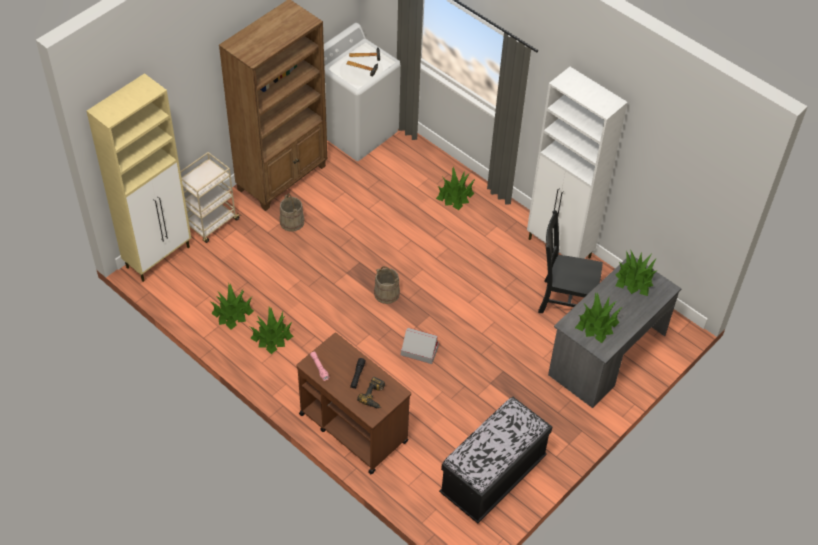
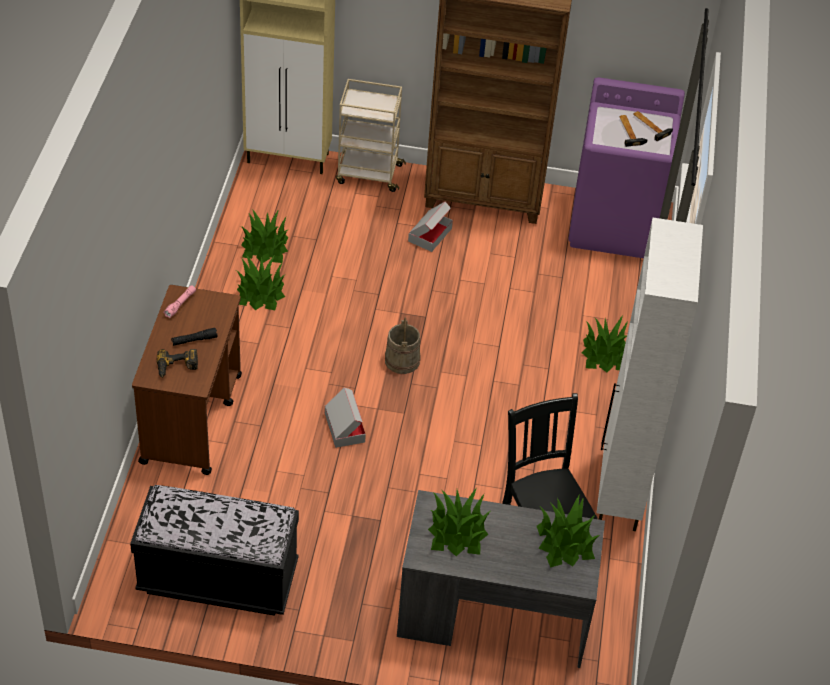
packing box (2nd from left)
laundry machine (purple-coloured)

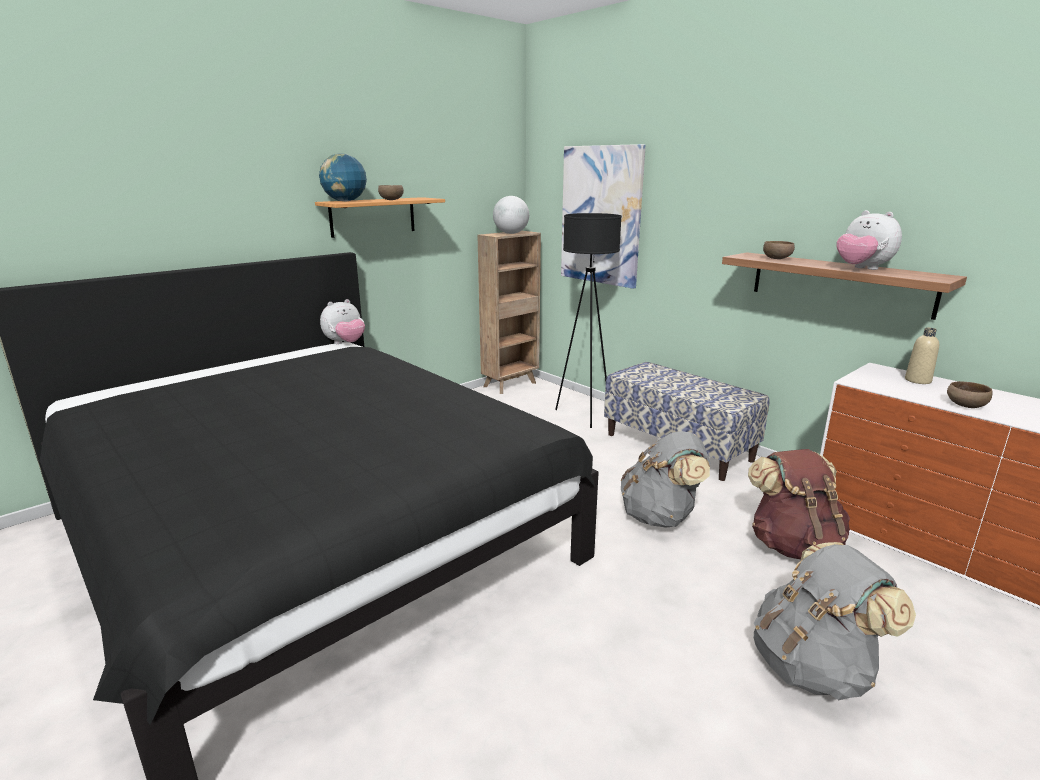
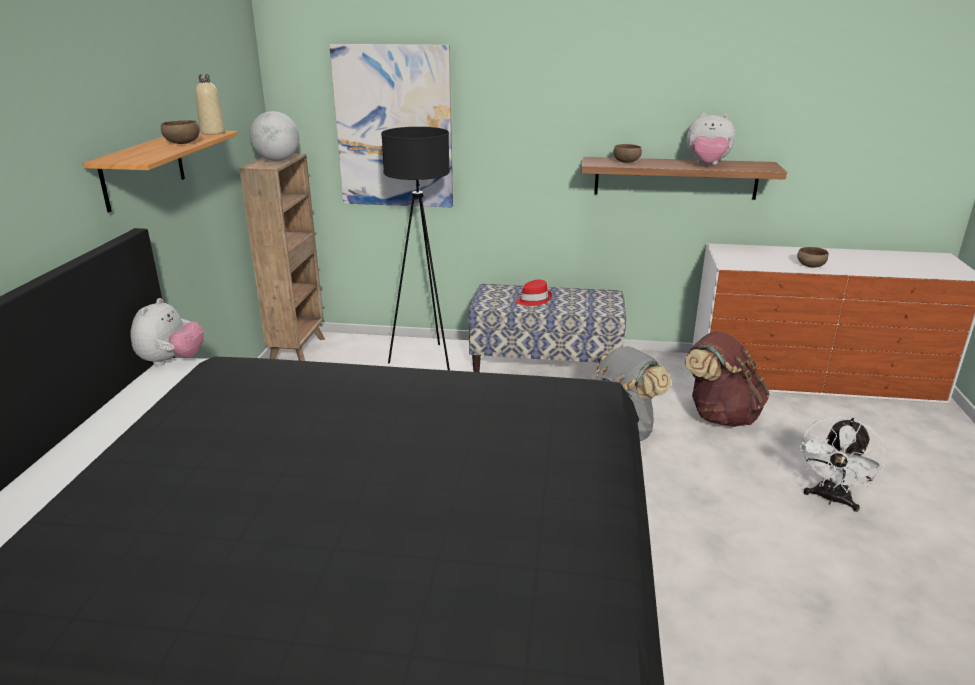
bottle (sand-coloured)
clothing hat (reddish)
cooling fan (white-coloured)
globe (1st from left in the first image)

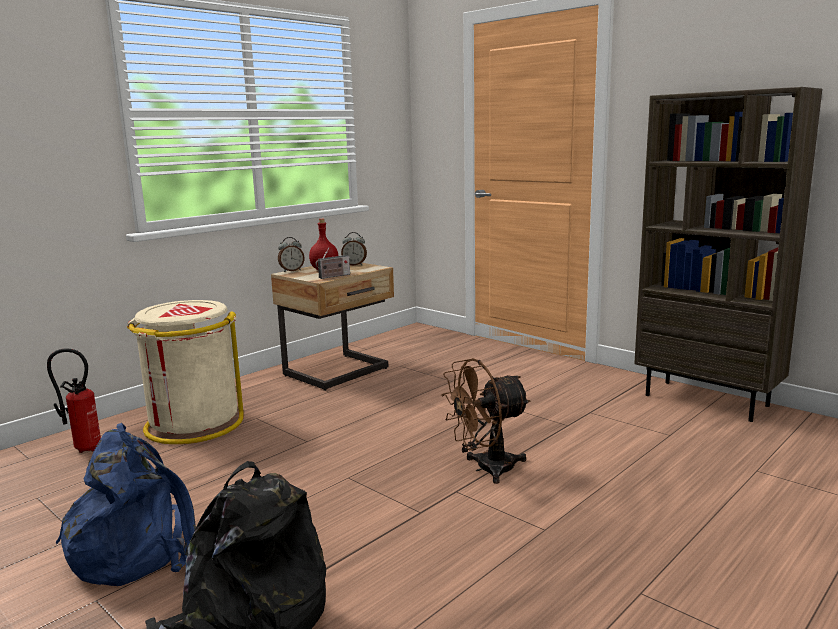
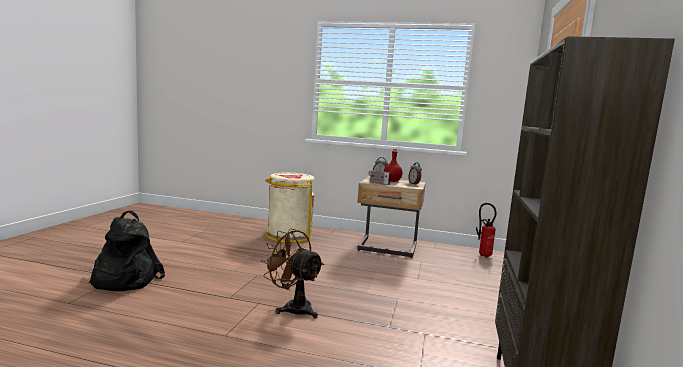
fire extinguisher
rucksack (bluish)

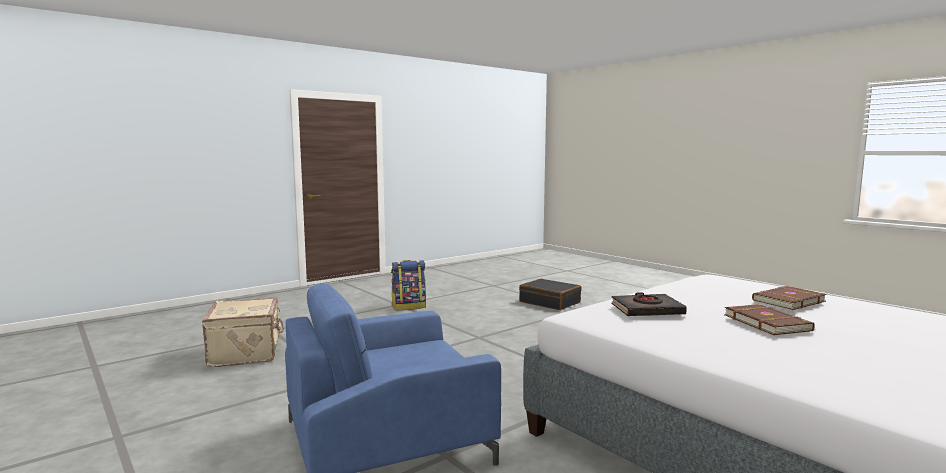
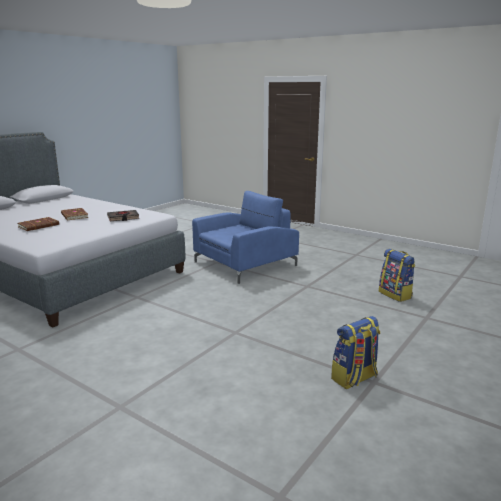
rucksack (2nd from left)
travel case (black-coloured)

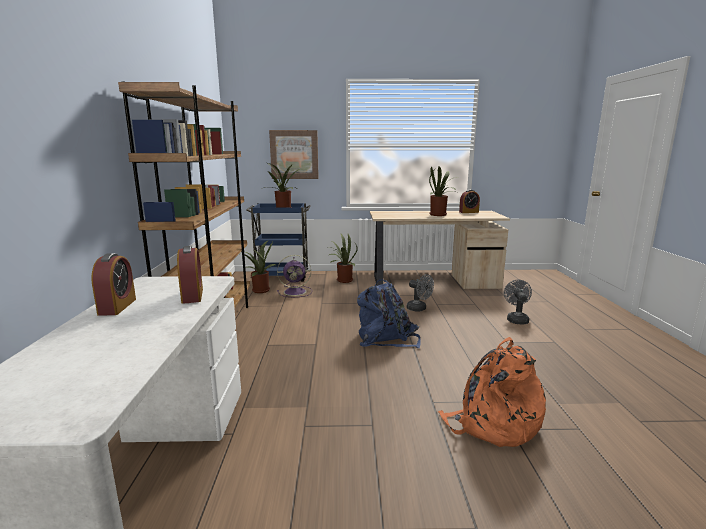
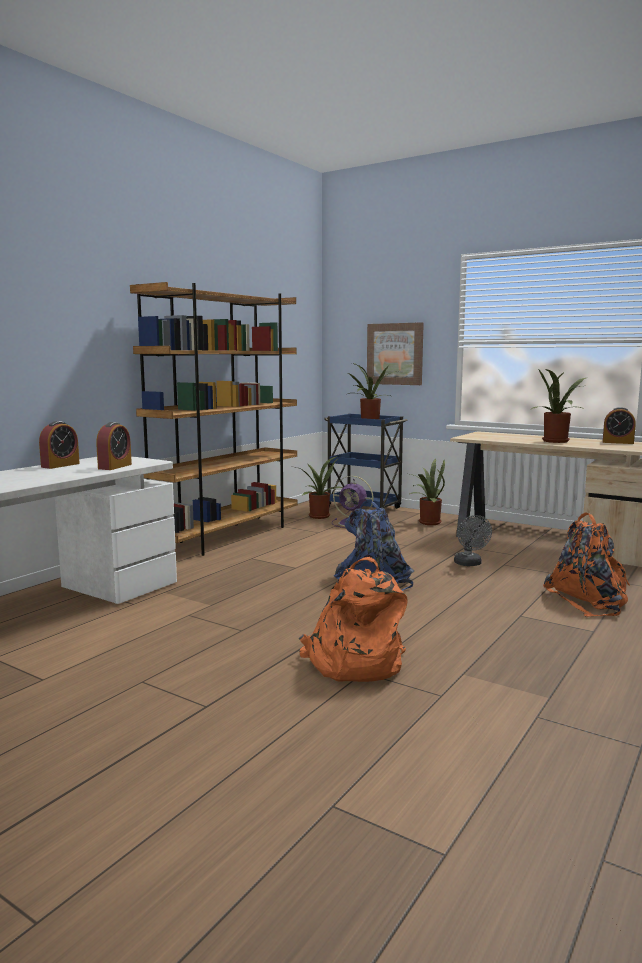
rucksack (orangey) (2nd from left)

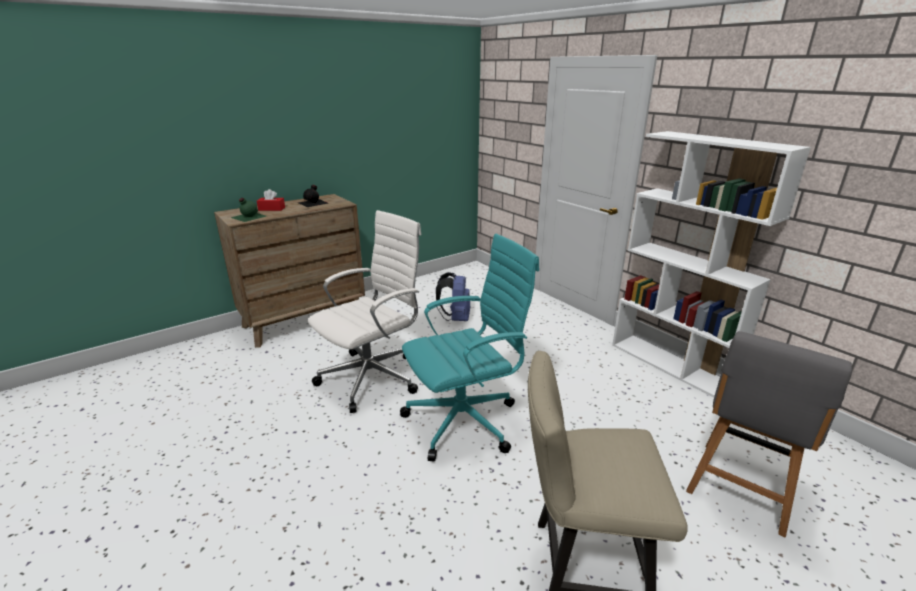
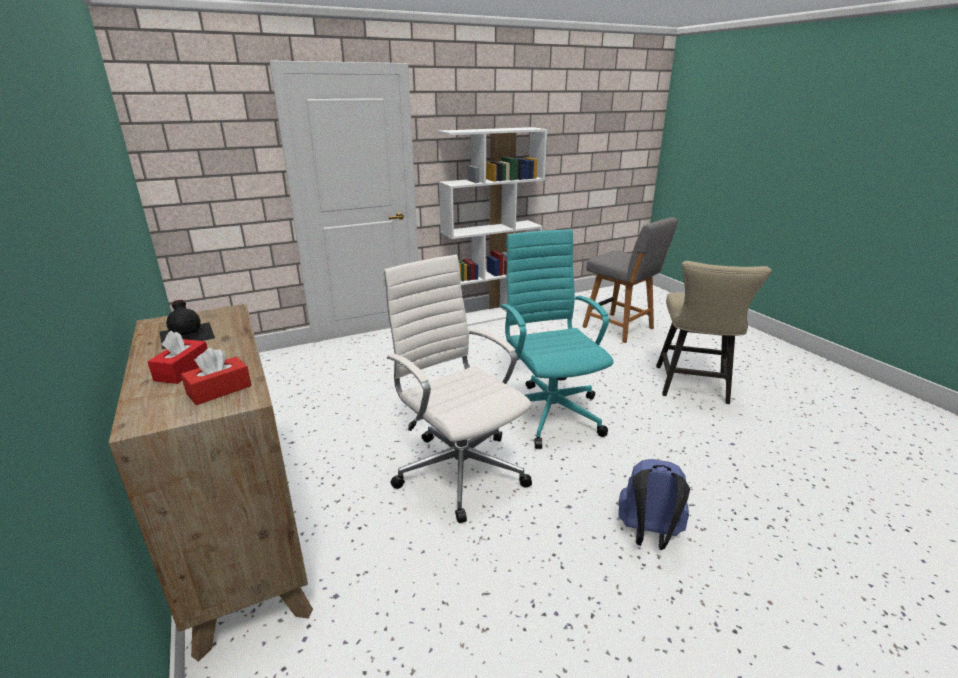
box of tissues (reddish) (2nd from left)
rucksack (bluish)

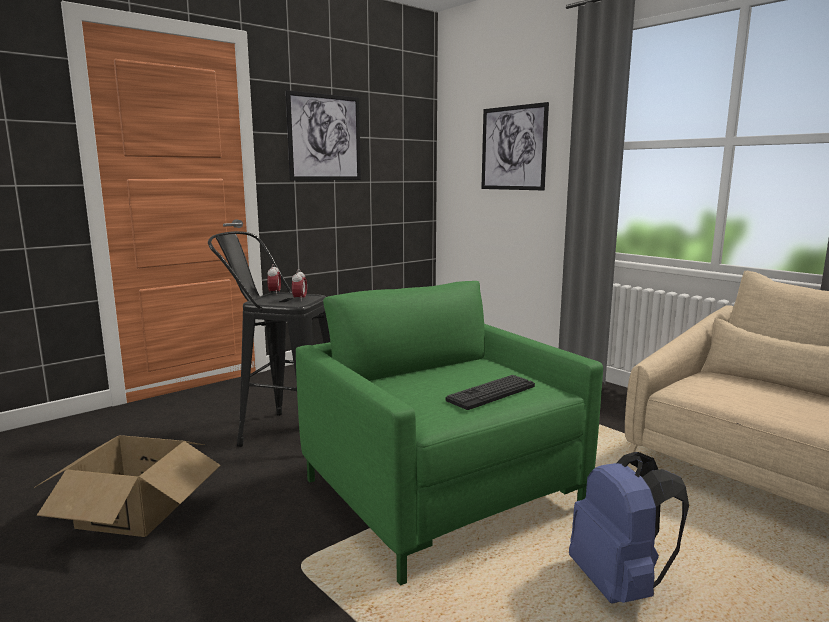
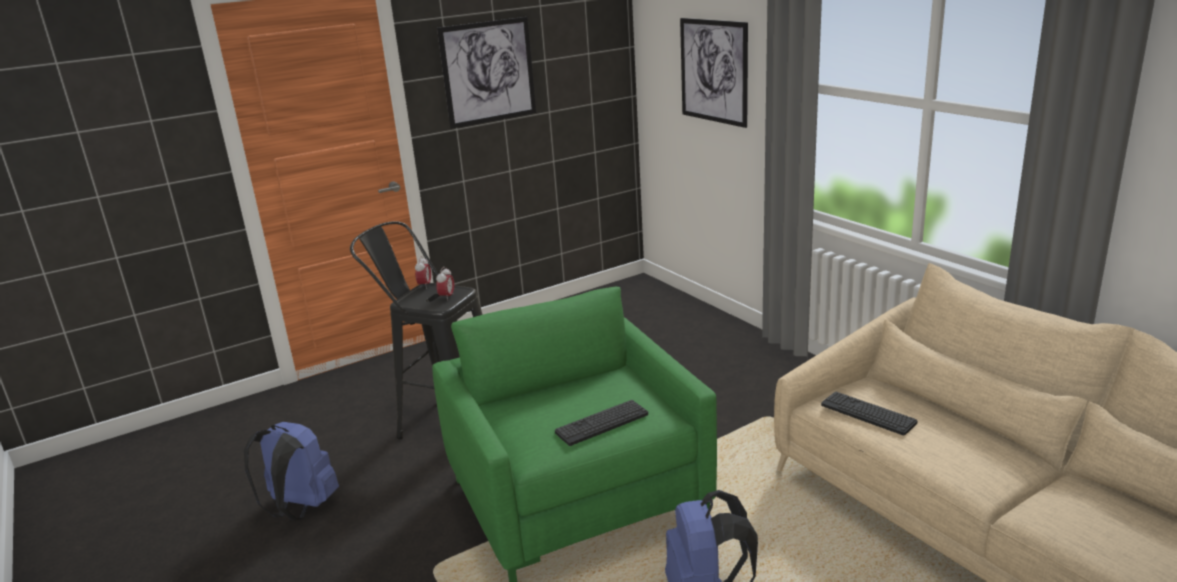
rucksack (bluish) (1st from left)
keyboard (2nd from left)

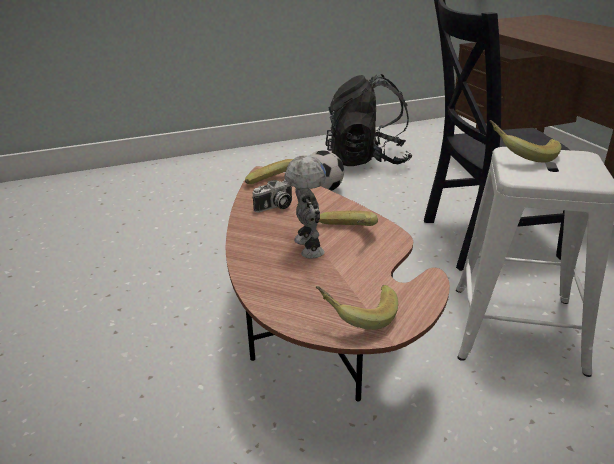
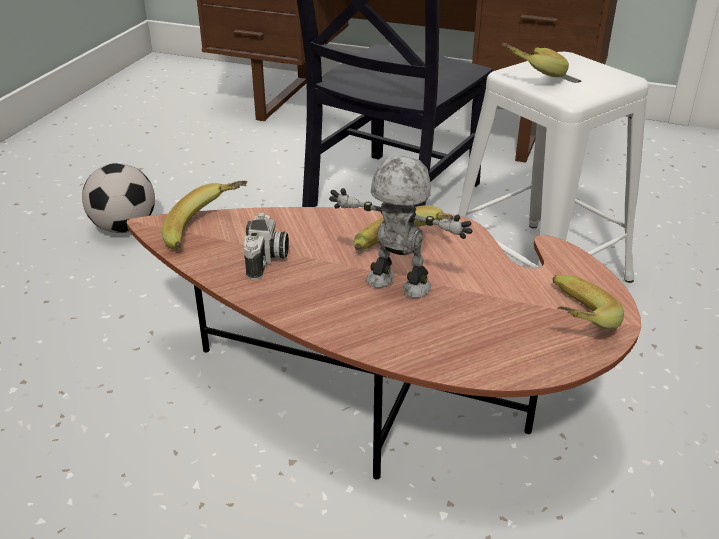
rucksack (black-coloured)

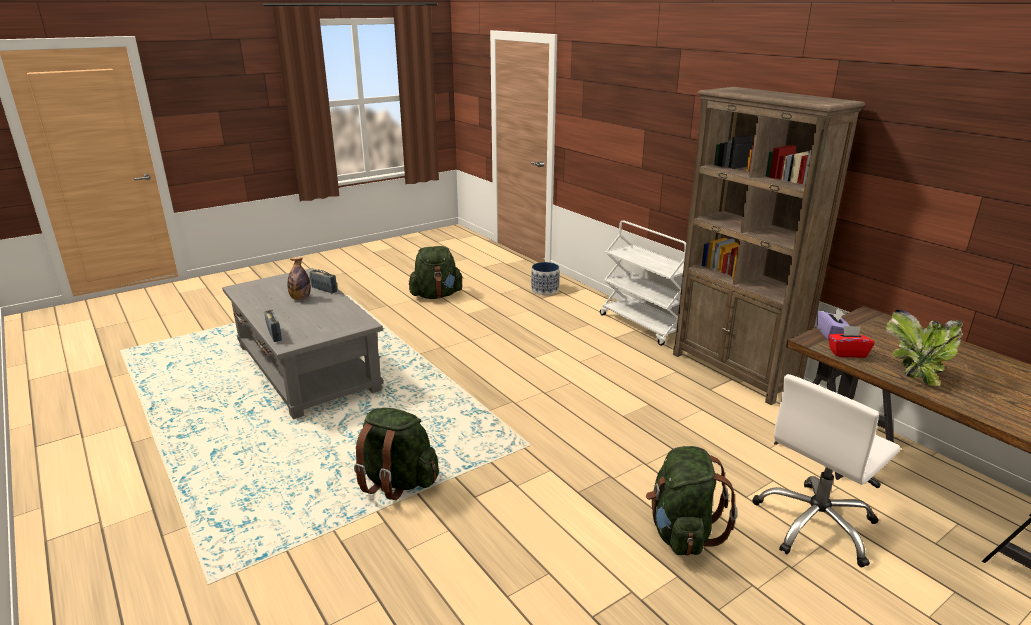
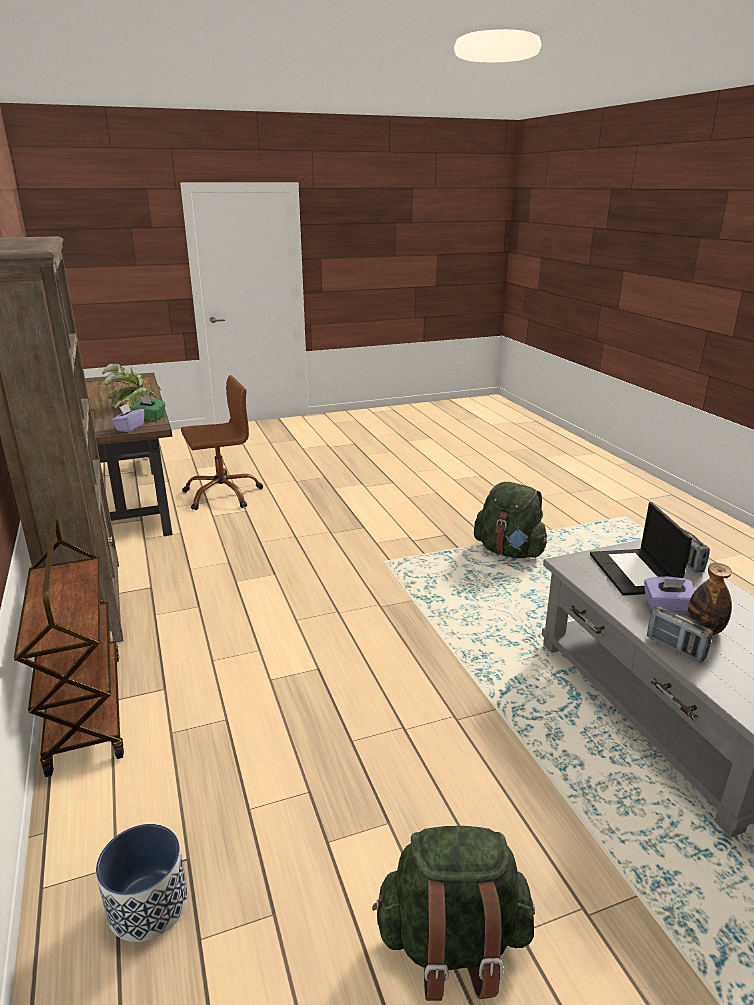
wheeled cart (brownish)
box of tissues (green)
office chair (brownish)
portable computer
box of tissues (purple-coloured) (2nd from left)
rucksack (green) (3rd from left in the first image)

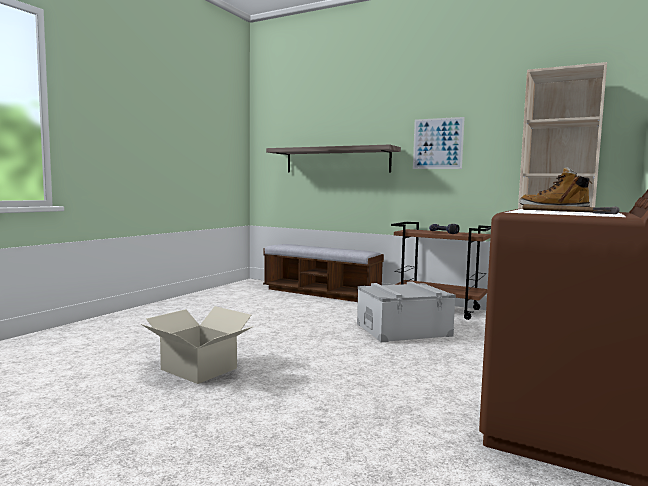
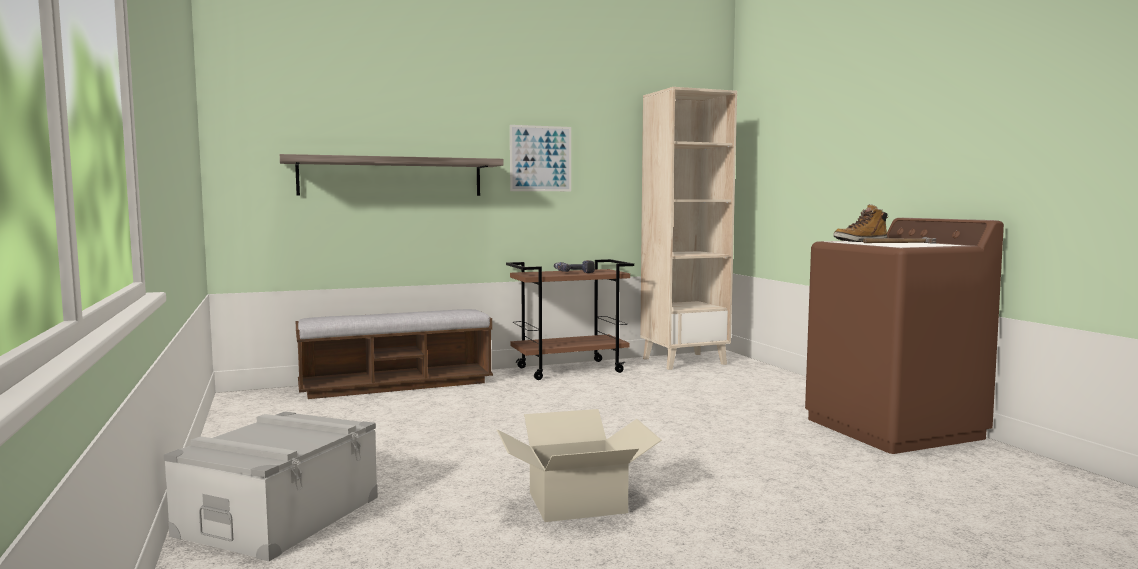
storage box (grey)

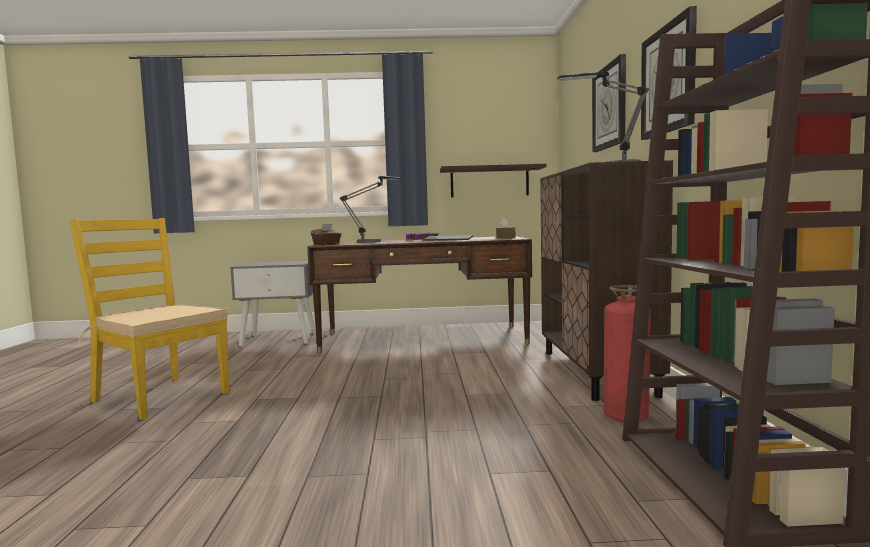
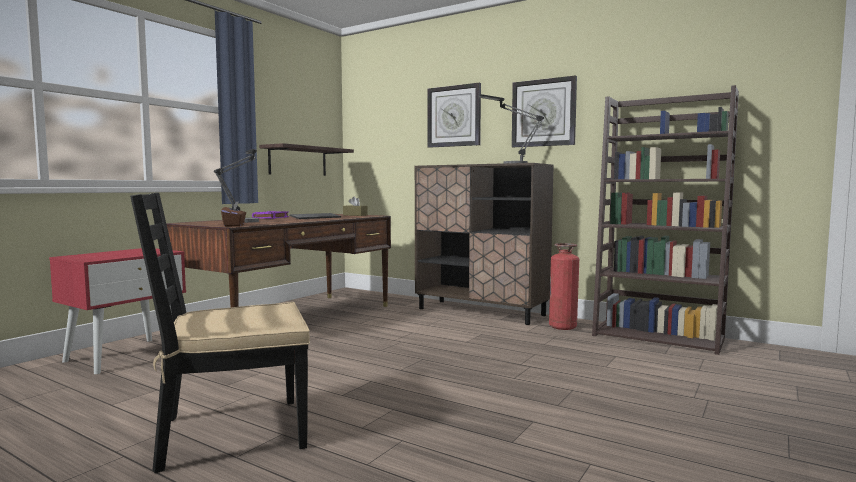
bedside table (reddish)
plain chair (black-coloured)

